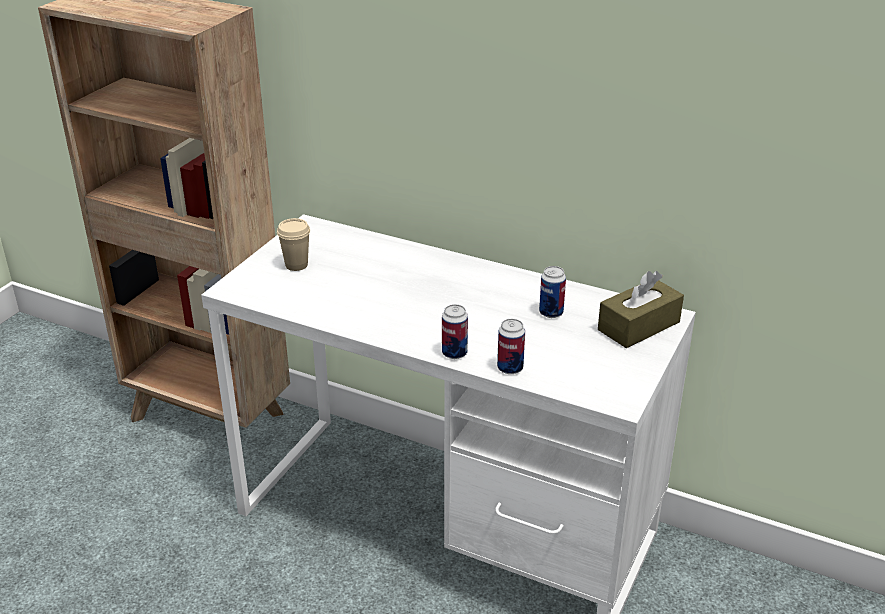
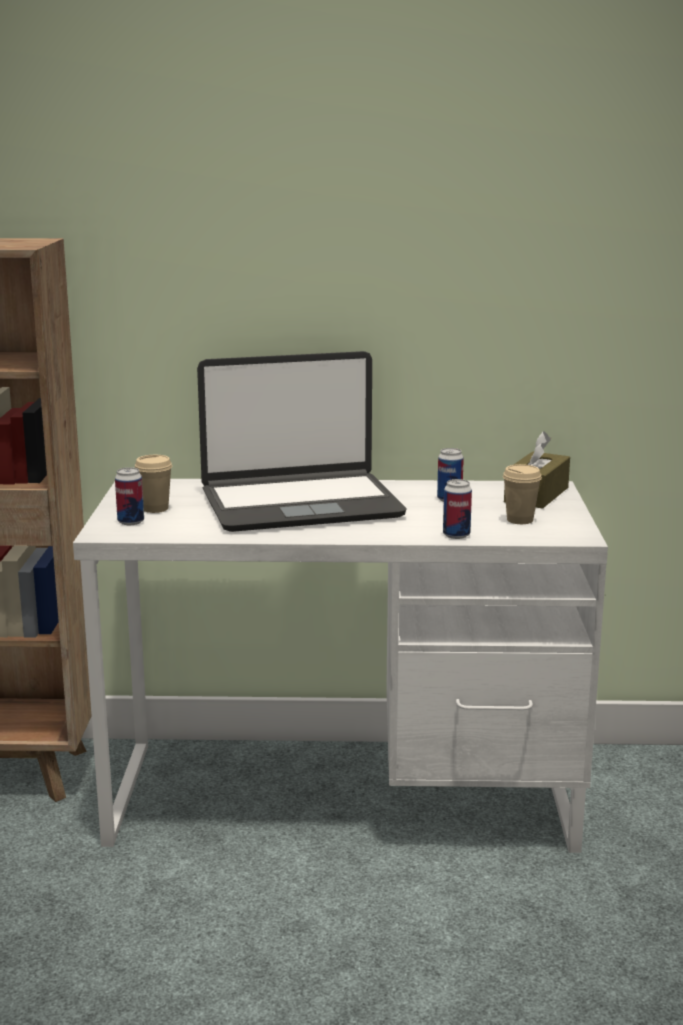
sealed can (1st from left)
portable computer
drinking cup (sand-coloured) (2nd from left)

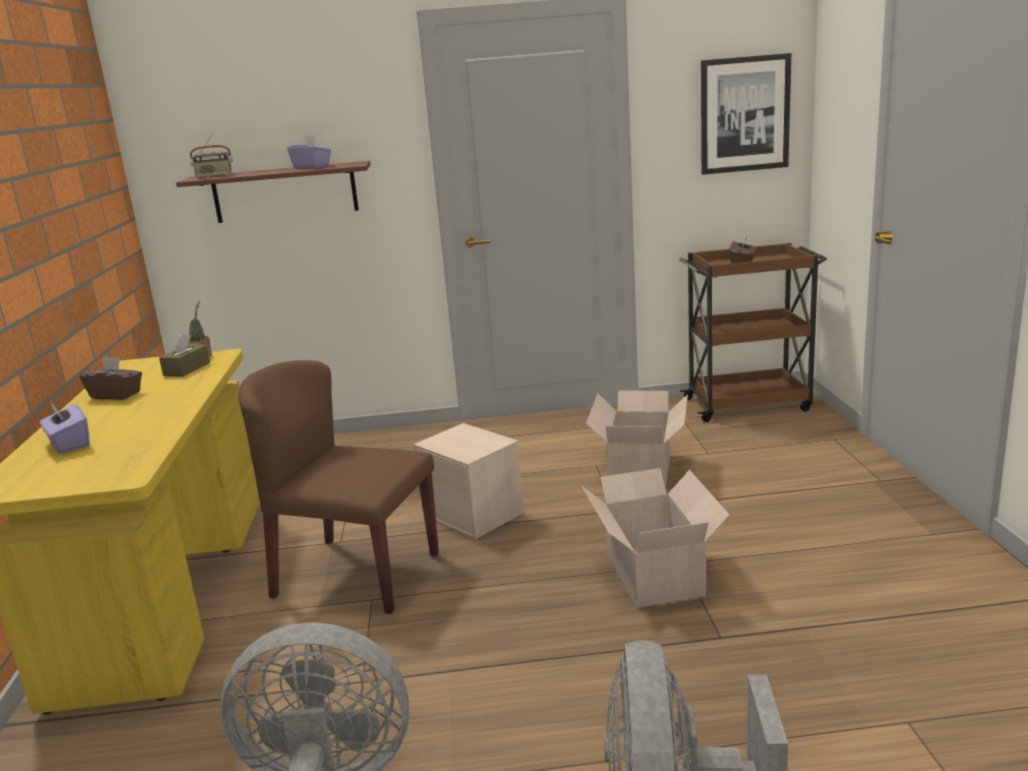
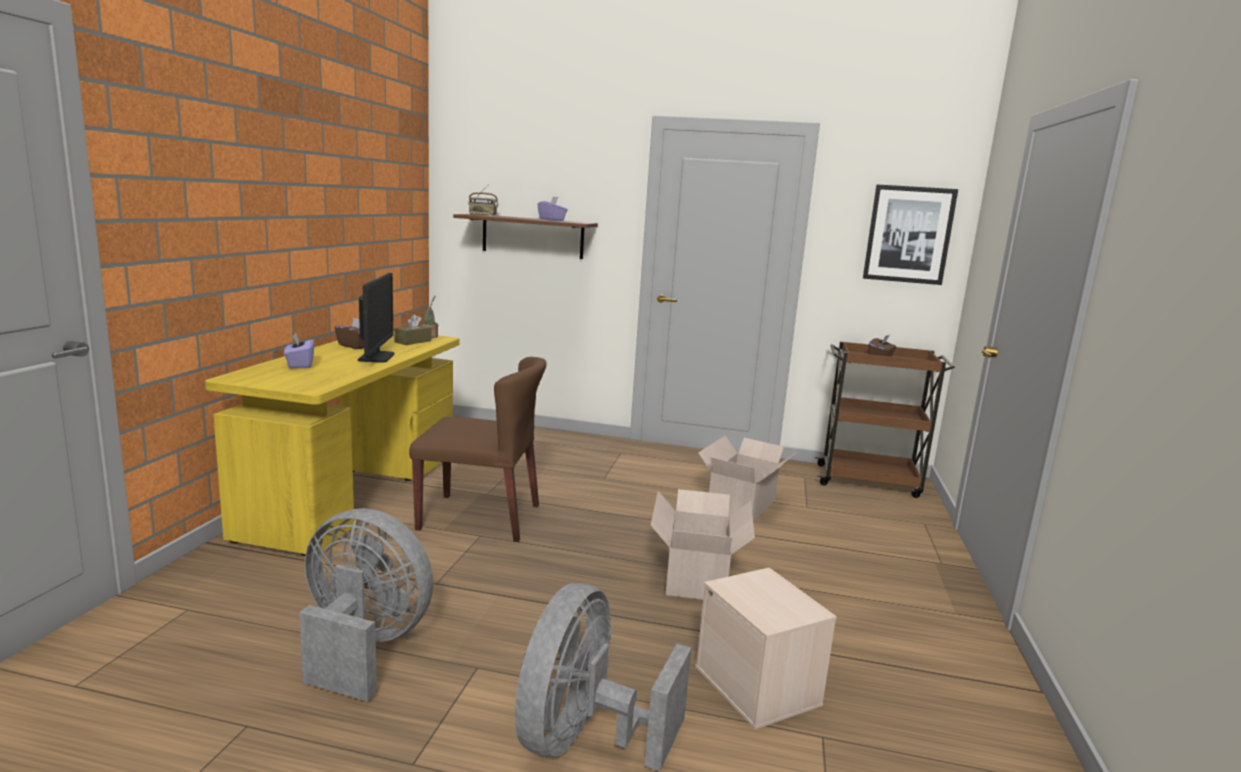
computer display
plain chair (brownish)
storage box (sand-coloured)

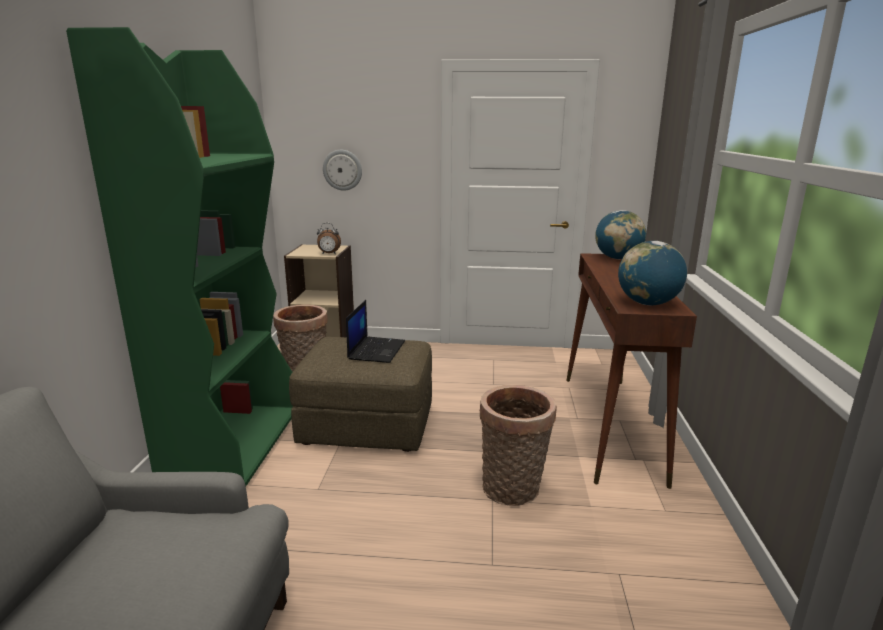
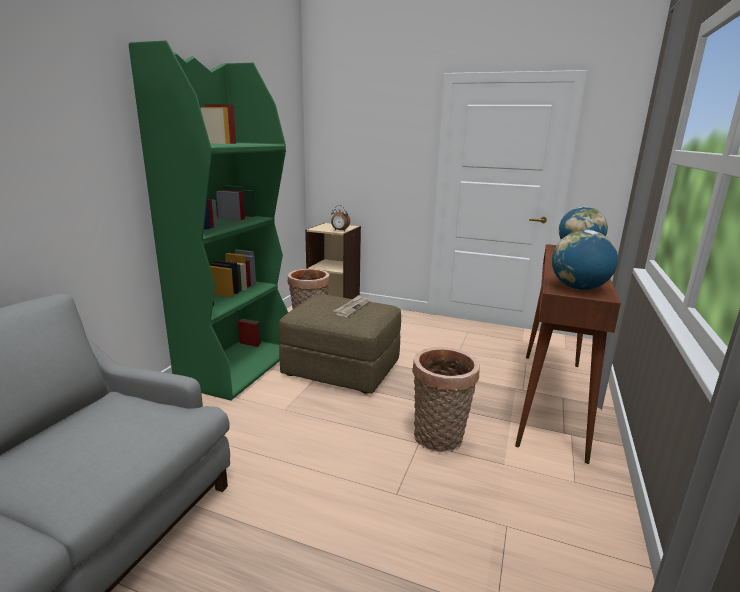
newspaper
wall clock

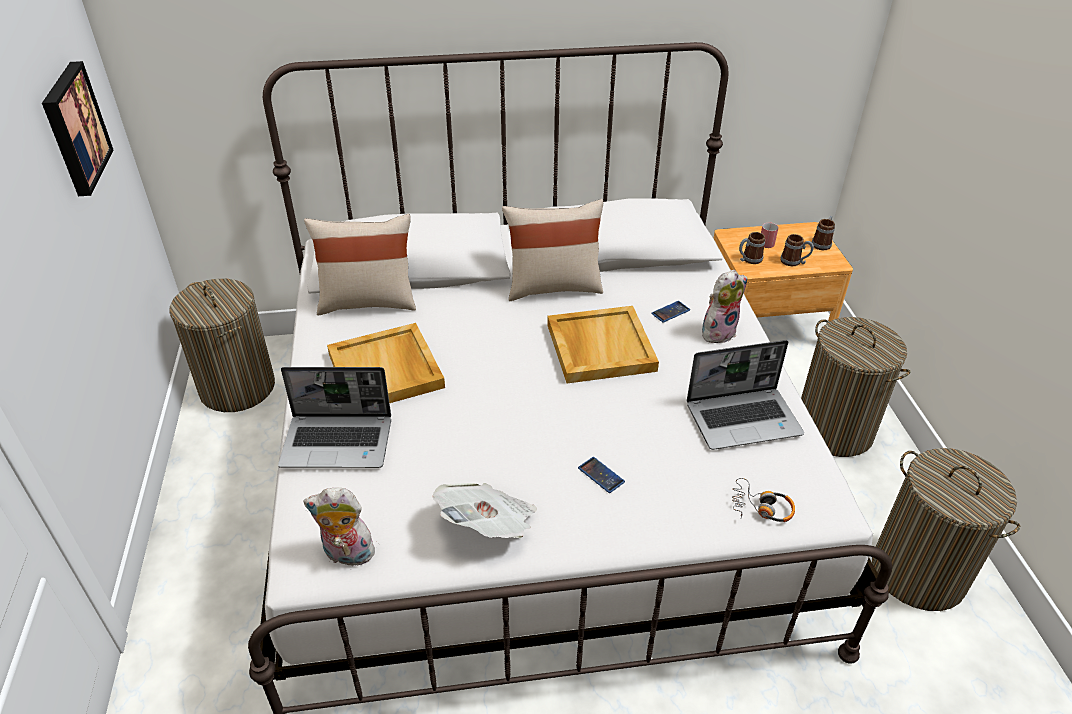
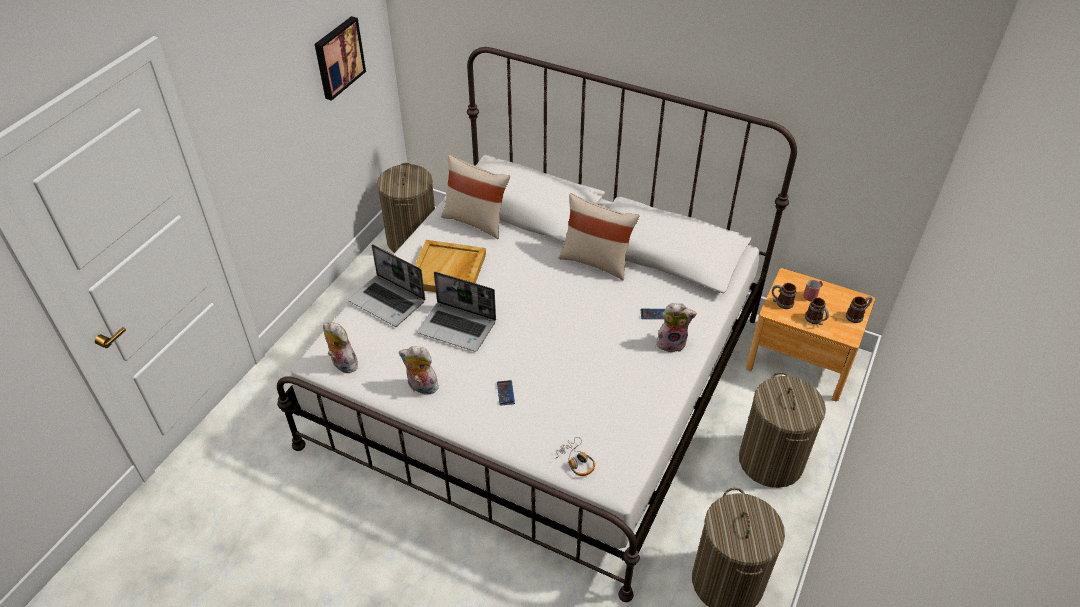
cuddly toy (2nd from left)
portable computer (2nd from left)
tray (sand-coloured) (2nd from left in the first image)

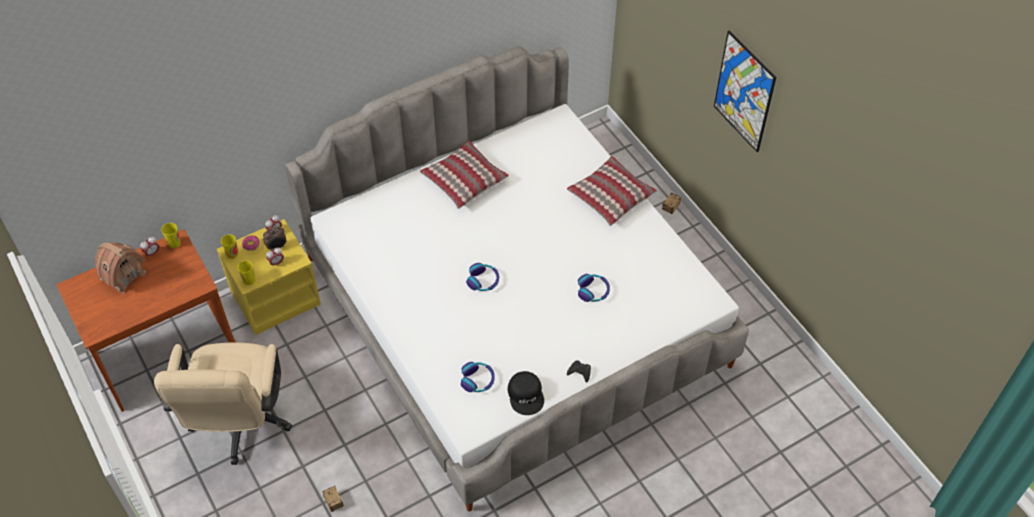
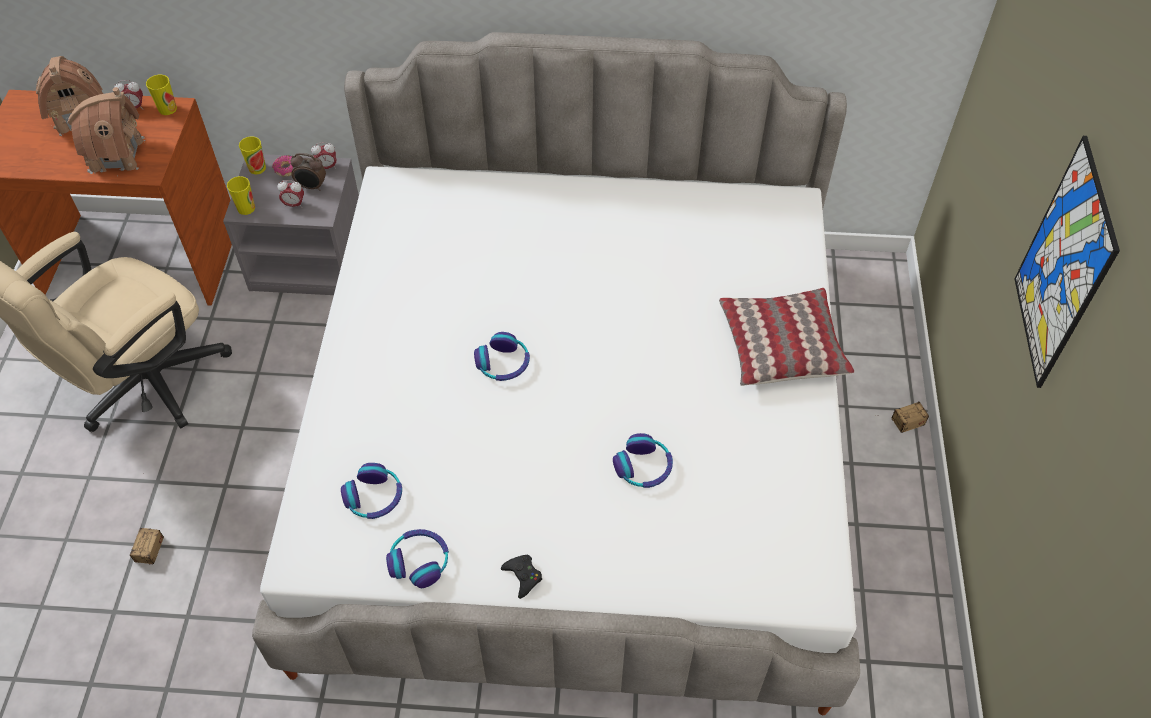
miniature house (2nd from left)
bedside table (grey)
headphones (2nd from left)
cushion (1st from left in the first image)

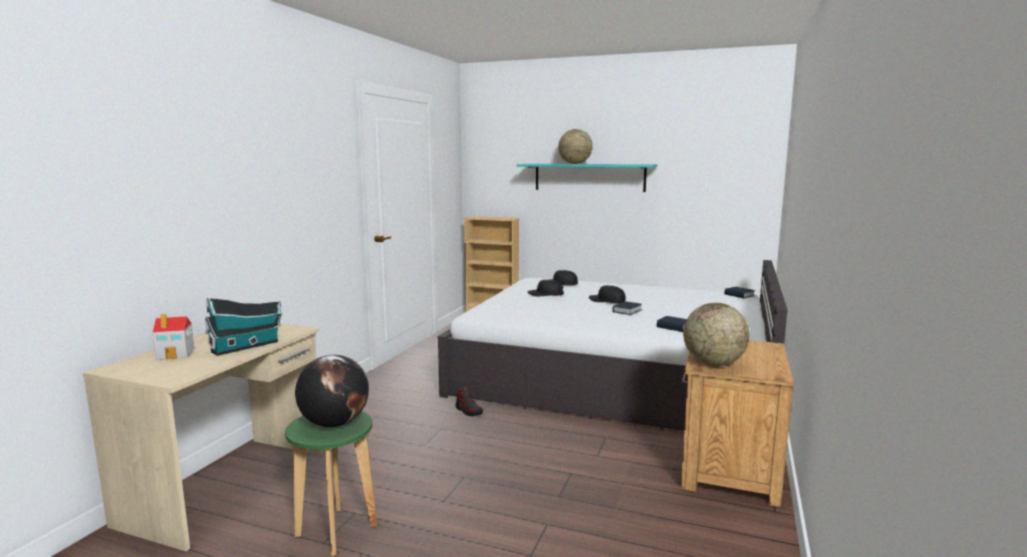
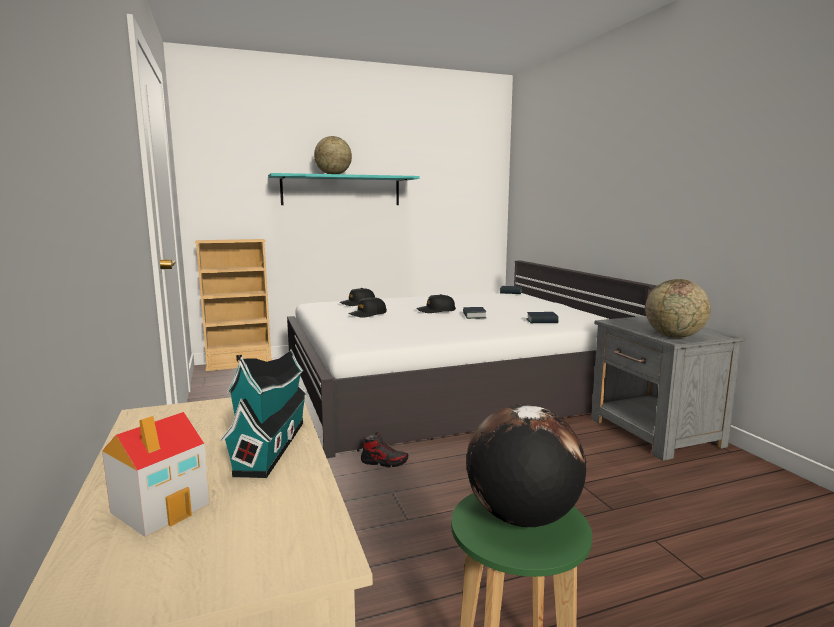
bedside table (grey)

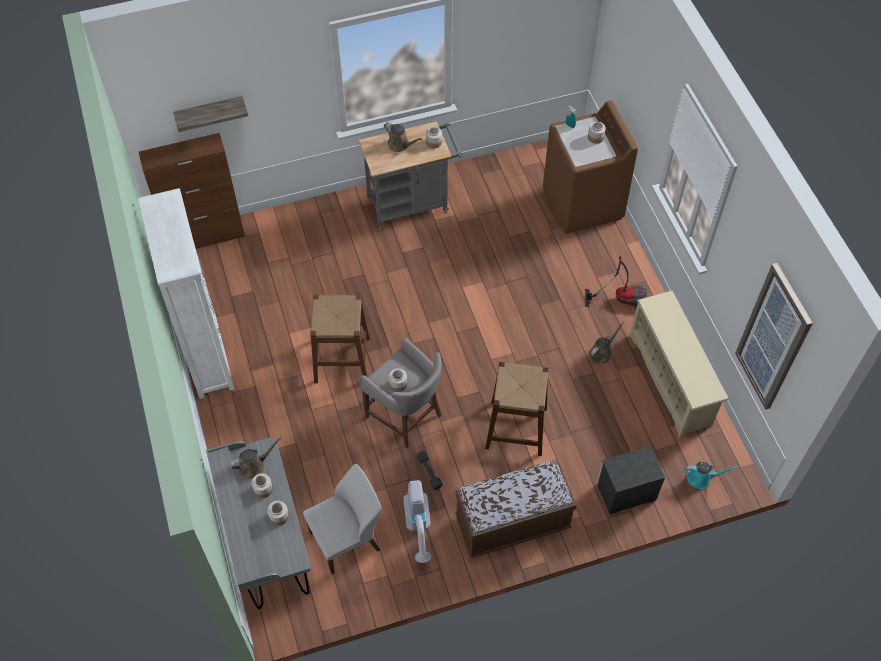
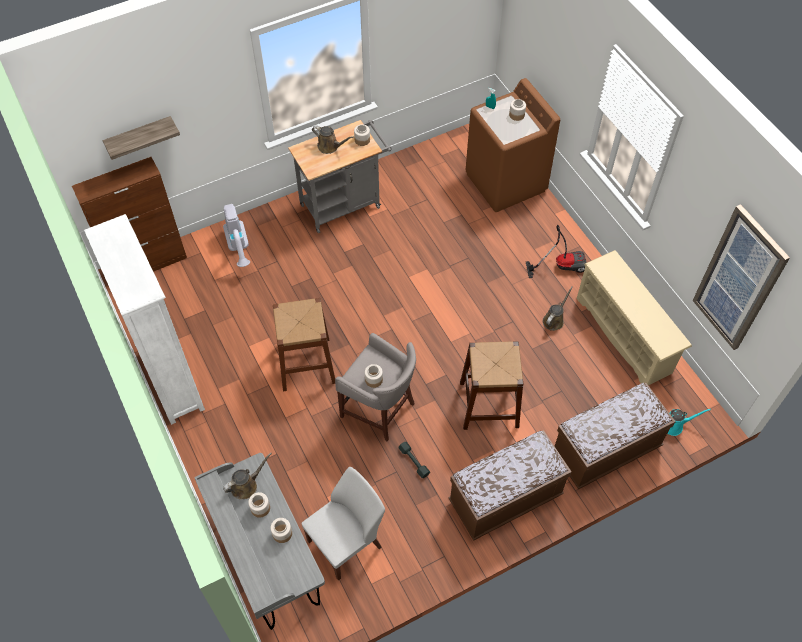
vacuum (1st from left)
long seat (brownish) (2nd from left)

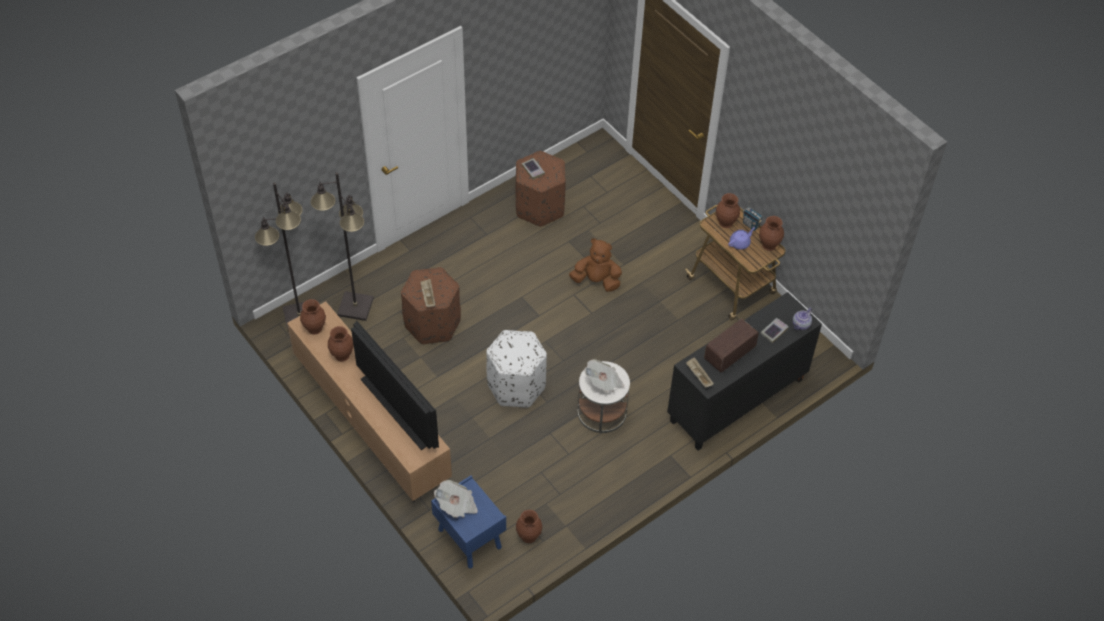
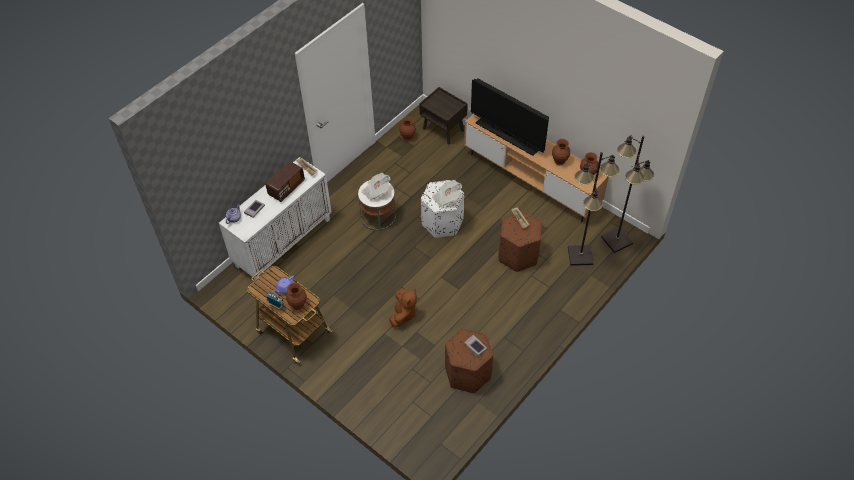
storage cabinet (white-coloured)
cuddly toy (brownish)
bedside table (brownish)
newspaper (2nd from left)
vase (brownish) (5th from left in the first image)

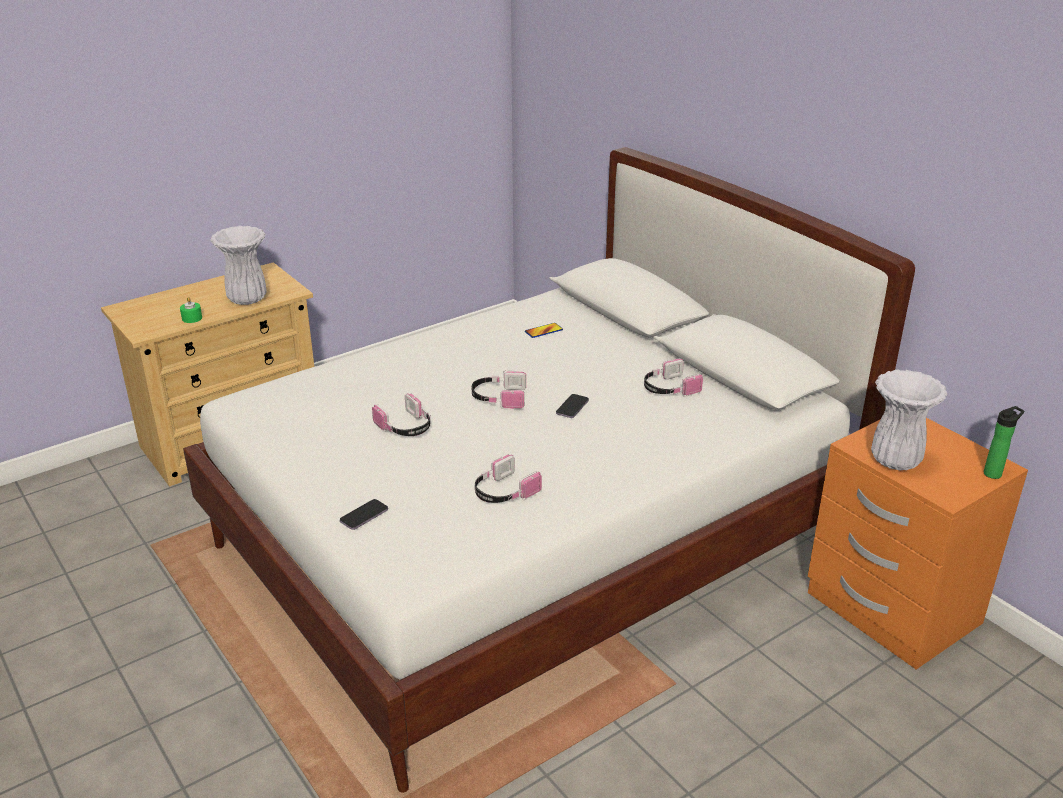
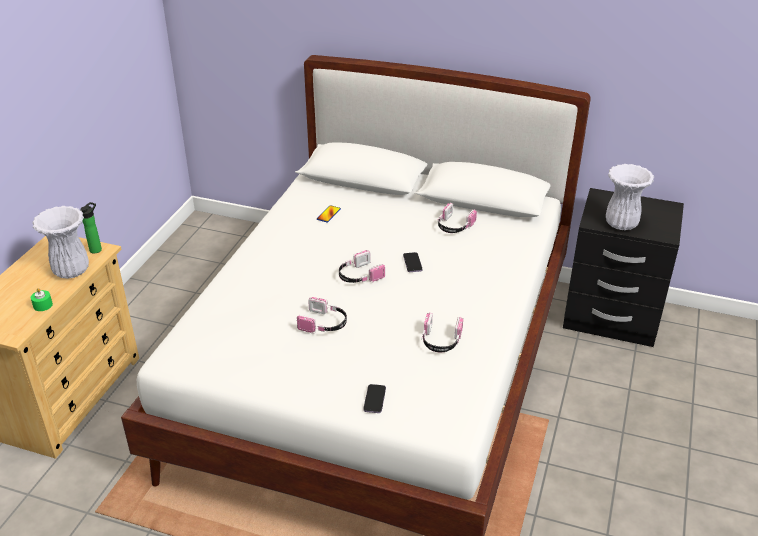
bottle
bedside table (black-coloured)

